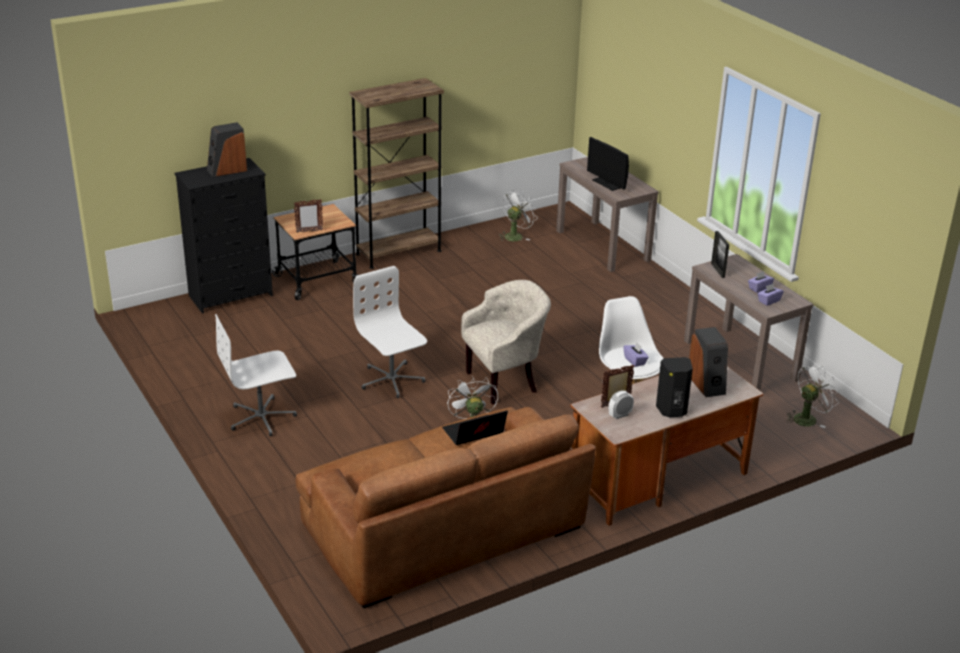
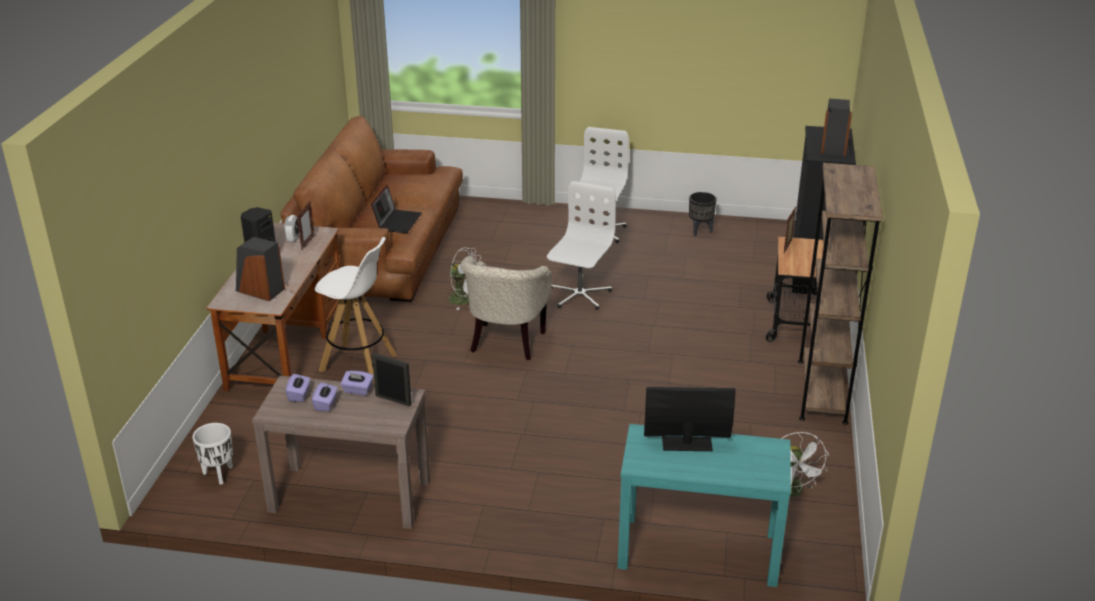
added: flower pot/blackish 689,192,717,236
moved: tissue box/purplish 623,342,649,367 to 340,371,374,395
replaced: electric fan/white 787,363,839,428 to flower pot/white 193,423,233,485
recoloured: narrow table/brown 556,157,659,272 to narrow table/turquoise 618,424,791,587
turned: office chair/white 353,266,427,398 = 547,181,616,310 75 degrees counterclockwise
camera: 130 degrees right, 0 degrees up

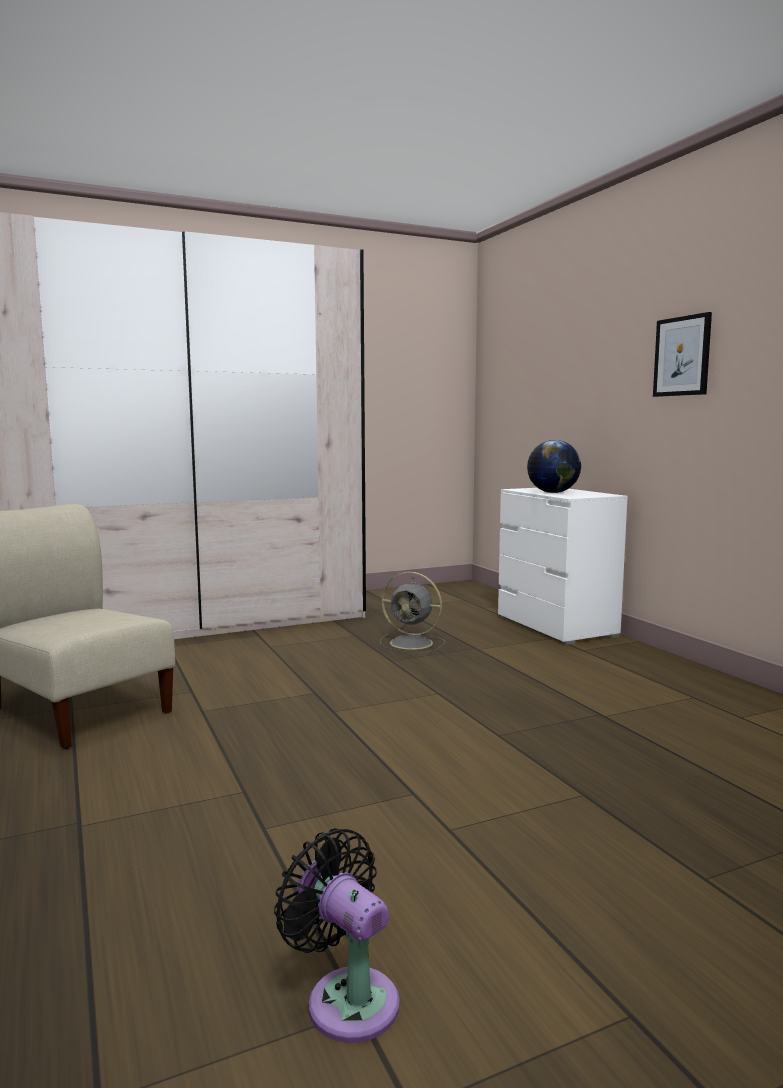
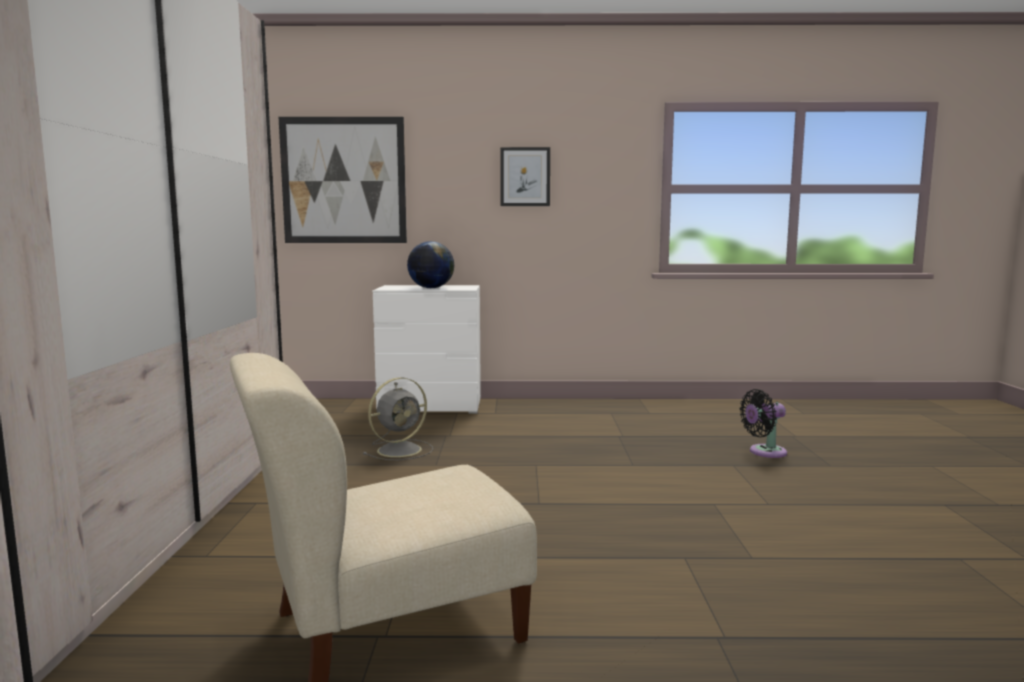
added: wall art 279,117,407,243
moved: electric fan/blackish 274,828,400,1043 to 740,389,787,458
camera: 65 degrees left, 0 degrees up

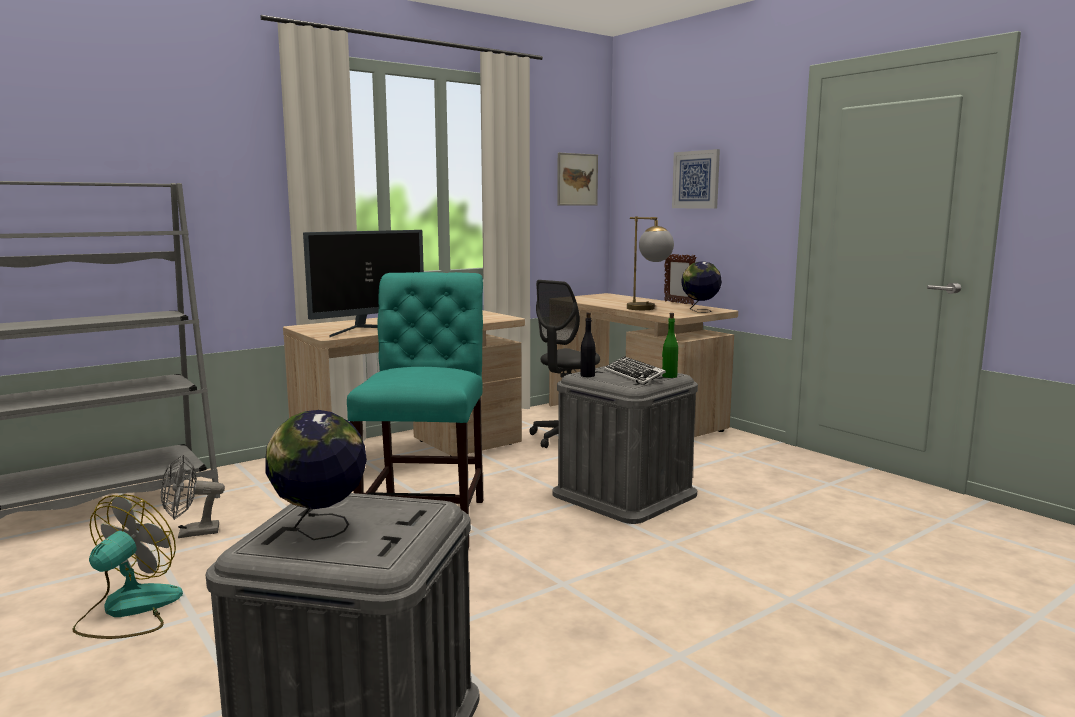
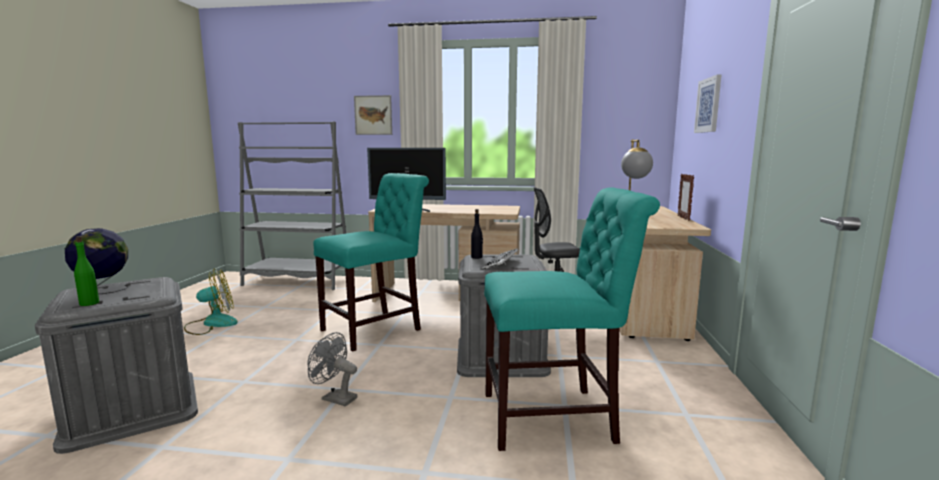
removed: globe 682,262,722,313
added: chair/turquoise 484,187,660,451
moved: electric fan/grey 161,455,225,538 to 307,332,357,406; wall art 557,153,598,205 to 354,95,392,135; drink bottle/green-coloured 662,313,678,378 to 74,236,99,306
camera: 45 degrees right, 0 degrees up

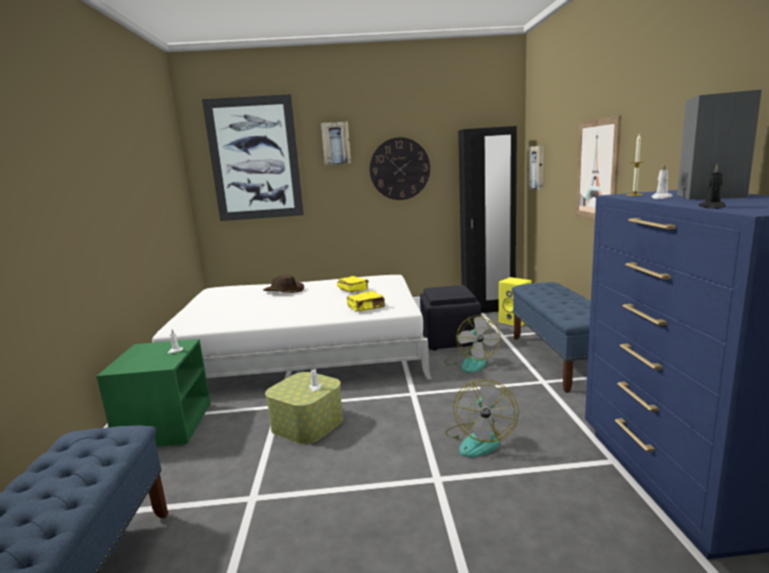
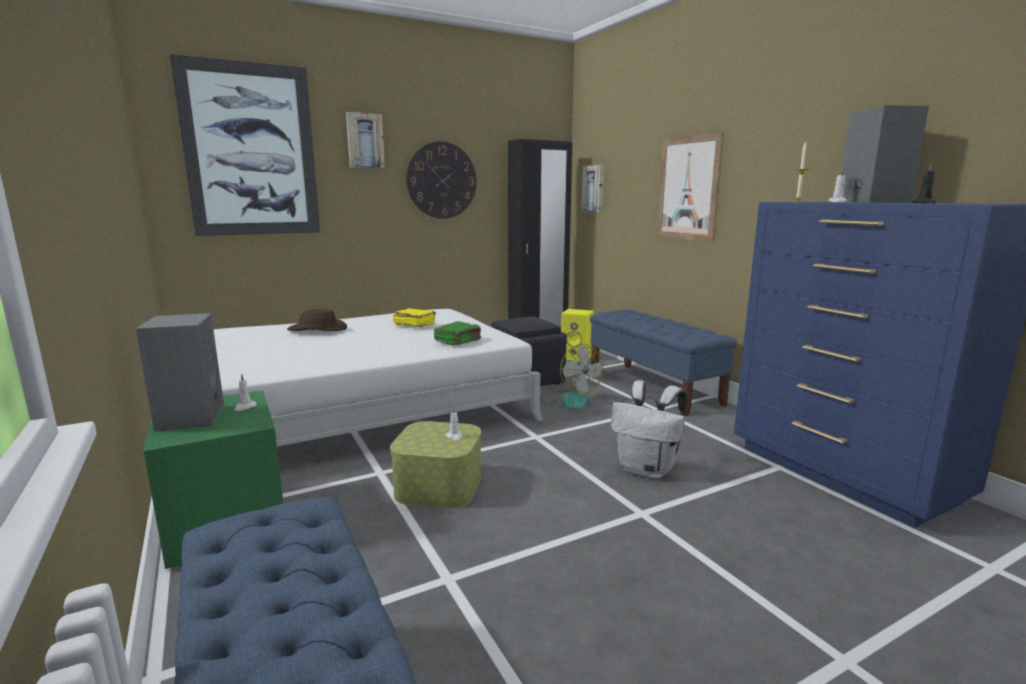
added: loudspeaker/grey 136,313,224,432
replaced: electric fan 445,379,519,458 to backpack/white 611,380,687,479
recoloured: bound book/yellow-coloured 347,291,385,312 to bound book/green-coloured 434,321,481,345
camera: 25 degrees left, 0 degrees up

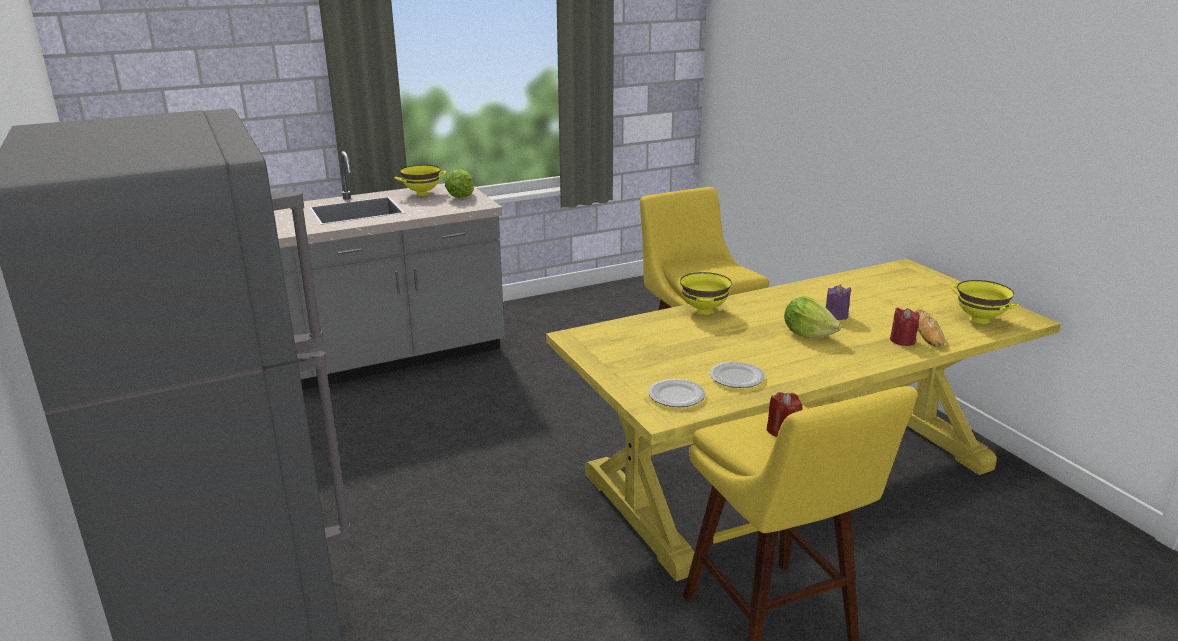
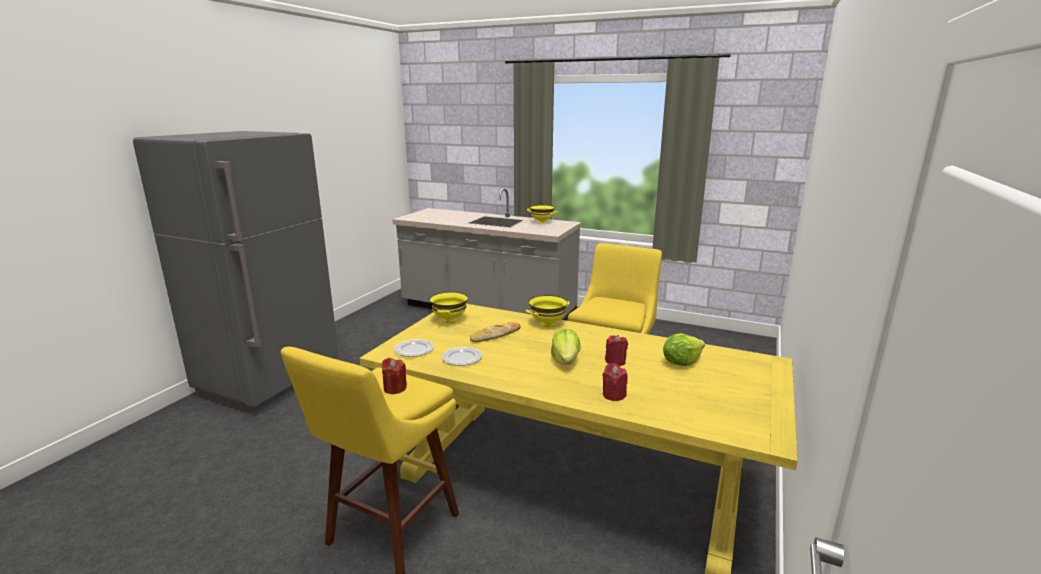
moved: lettuce 445,170,474,198 to 663,333,705,366; baked bread 915,310,945,347 to 470,322,521,342; deep dish/yellow-coloured 951,280,1019,324 to 429,292,468,323
recoloured: wax candle/purplish 826,284,852,320 to wax candle/red-coloured 605,335,628,366
camera: 50 degrees right, 5 degrees down

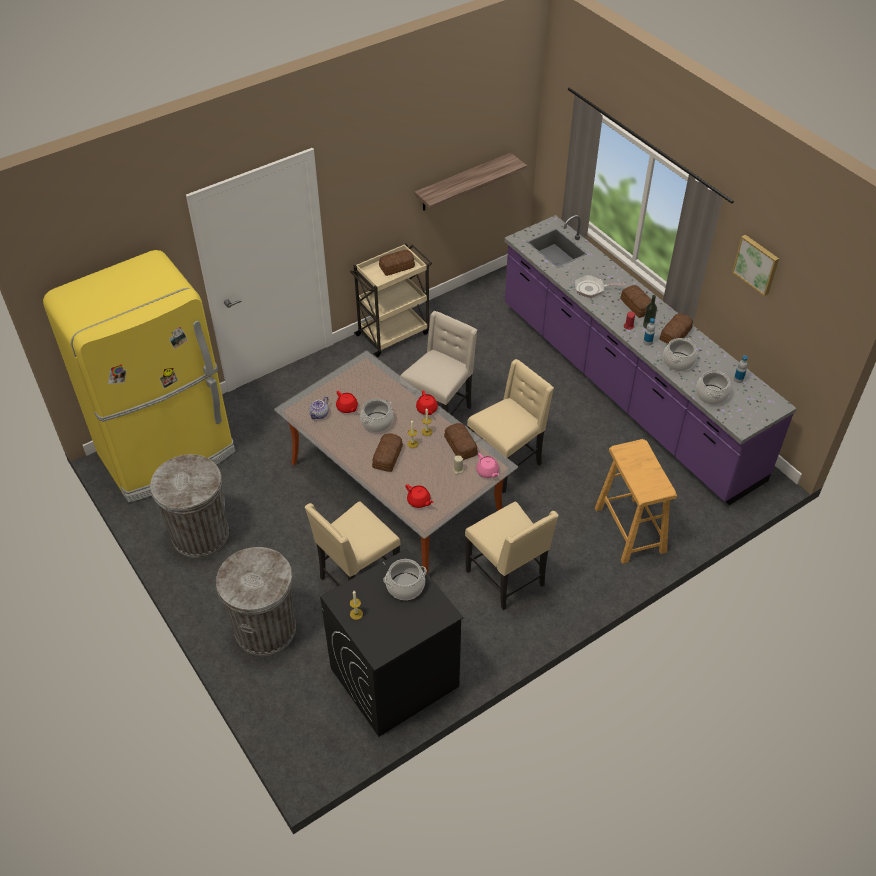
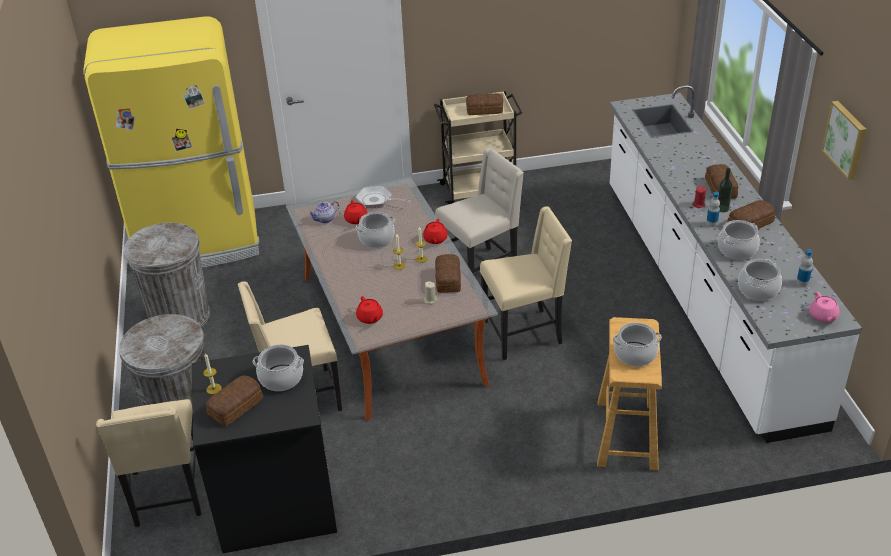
removed: bracket shelf 414,153,527,211
added: cooking pot 613,323,662,367
moved: baked bread 372,434,403,472 to 206,376,263,426; chair/sand-coloured 465,501,559,610 to 96,399,201,527; pot for tea/pinkish 476,453,499,478 to 809,292,839,323; skillet 575,275,626,298 to 355,186,411,208
recoloured: counter/purplish 504,215,797,505 to counter/white 610,85,862,443
camera: 25 degrees right, 10 degrees down

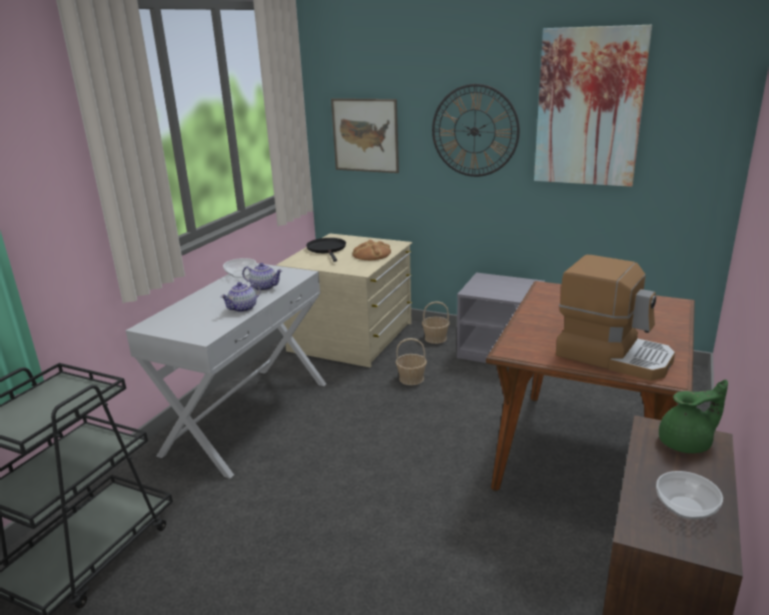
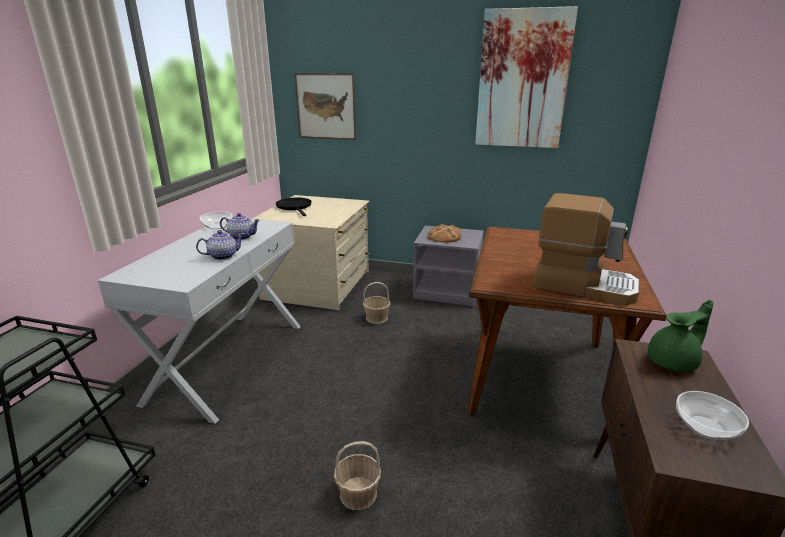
removed: clock on the wall 432,84,520,177
moved: baked bread 353,240,391,260 to 427,224,461,243; basket 422,301,450,344 to 334,441,381,510
turned: pot for tea 220,282,261,312 = 196,230,245,260 150 degrees counterclockwise
camera: 10 degrees left, 0 degrees up

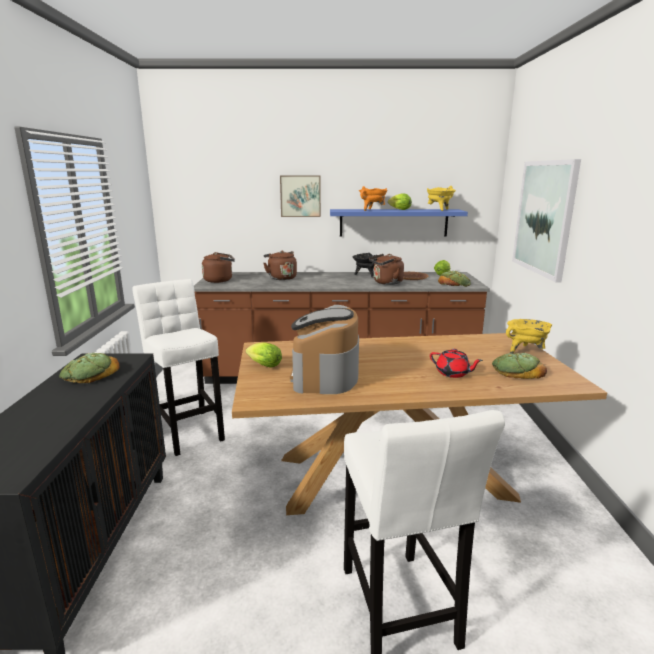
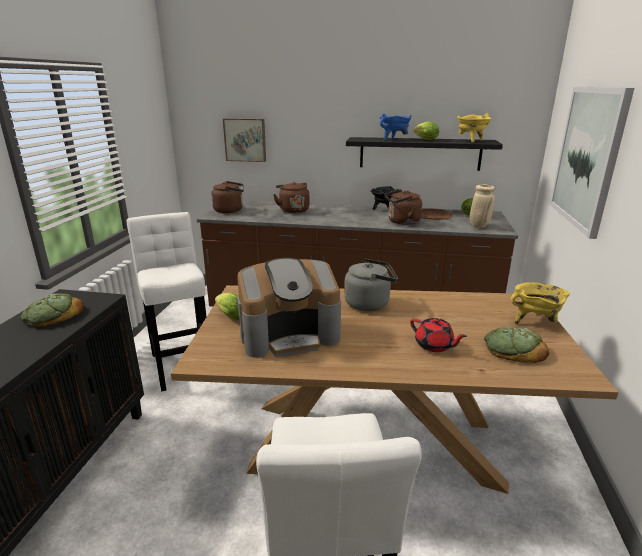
added: tea kettle/grey 344,259,398,311
moved: wall art 280,176,321,217 to 223,118,266,162
replaced: baked bread 438,271,471,287 to flower vase/sand-coloured 470,185,495,228
recoloured: bracket shelf/blue-coloured 330,209,468,236 to bracket shelf/blackish 346,137,503,171; cooking pot/orange 359,186,388,211 to cooking pot/blue-coloured 380,113,411,141
turned: coffee machine 290,305,359,394 = 237,258,341,358 120 degrees counterclockwise
camera: 10 degrees right, 5 degrees up

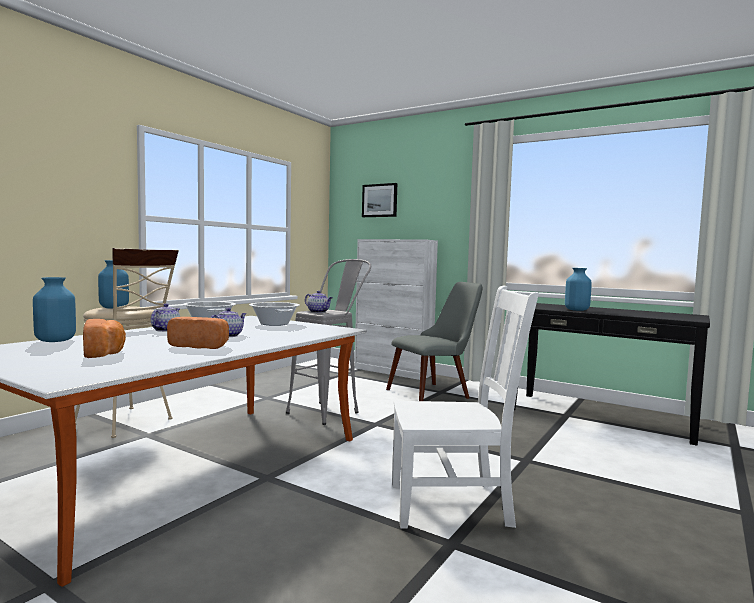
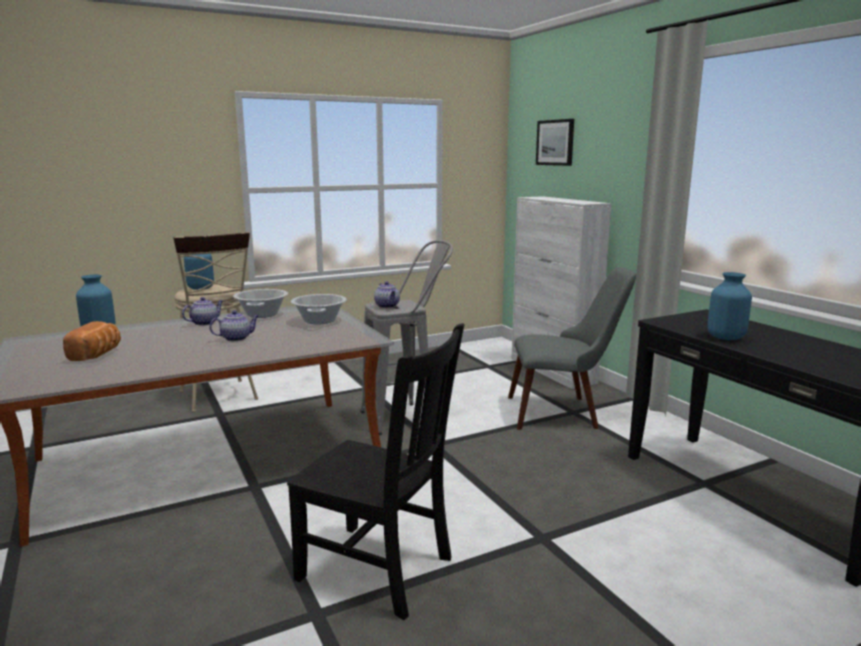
removed: baked bread 167,317,229,349
recoloured: chair/white 392,286,539,529 to chair/blackish 287,323,465,620
camera: 30 degrees right, 10 degrees up

